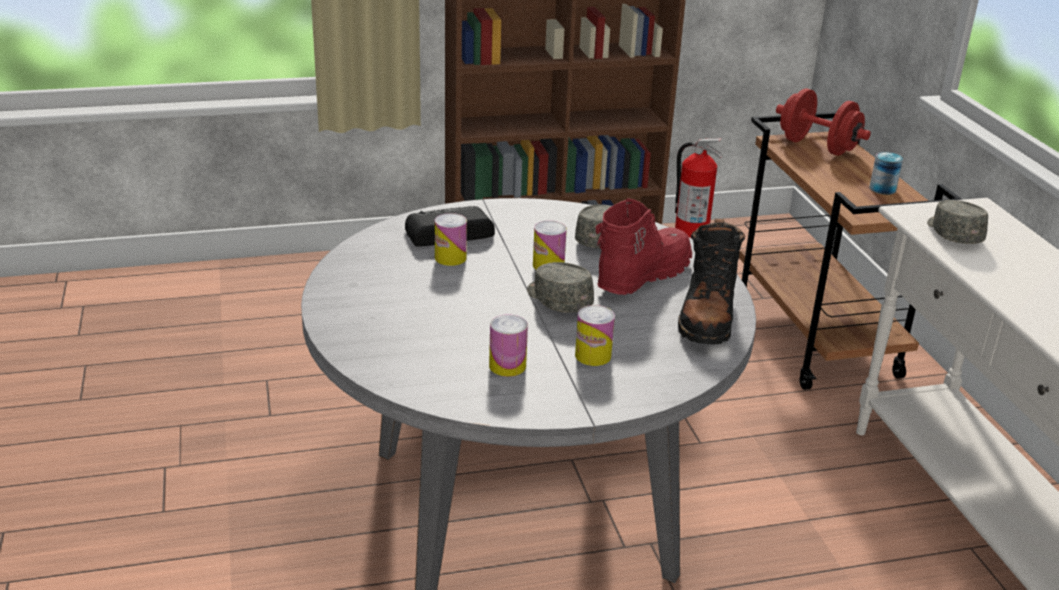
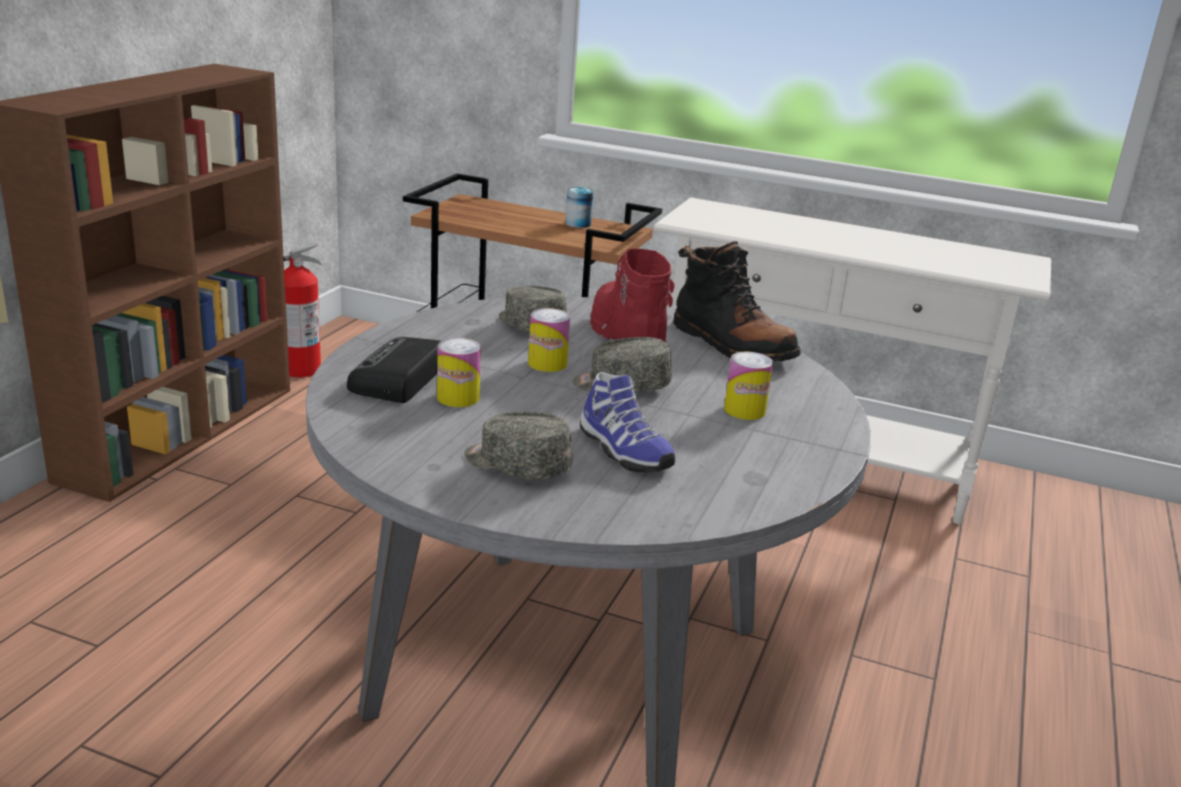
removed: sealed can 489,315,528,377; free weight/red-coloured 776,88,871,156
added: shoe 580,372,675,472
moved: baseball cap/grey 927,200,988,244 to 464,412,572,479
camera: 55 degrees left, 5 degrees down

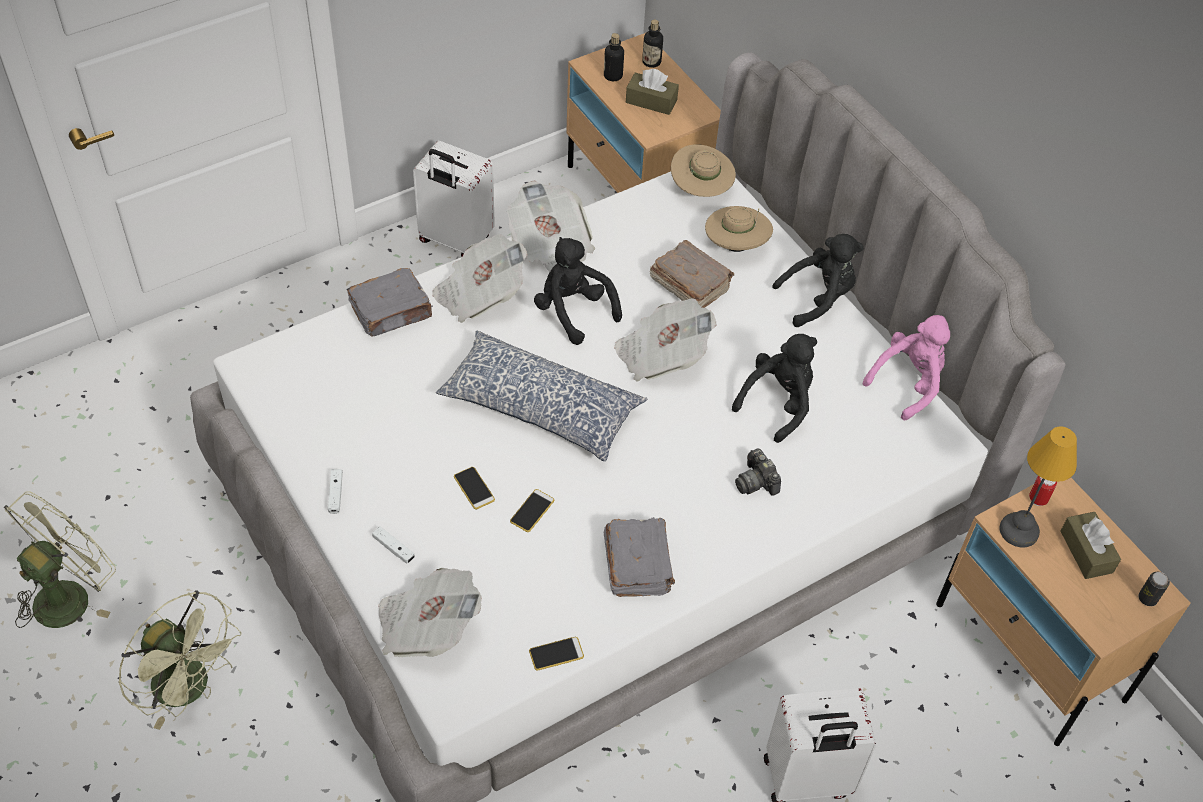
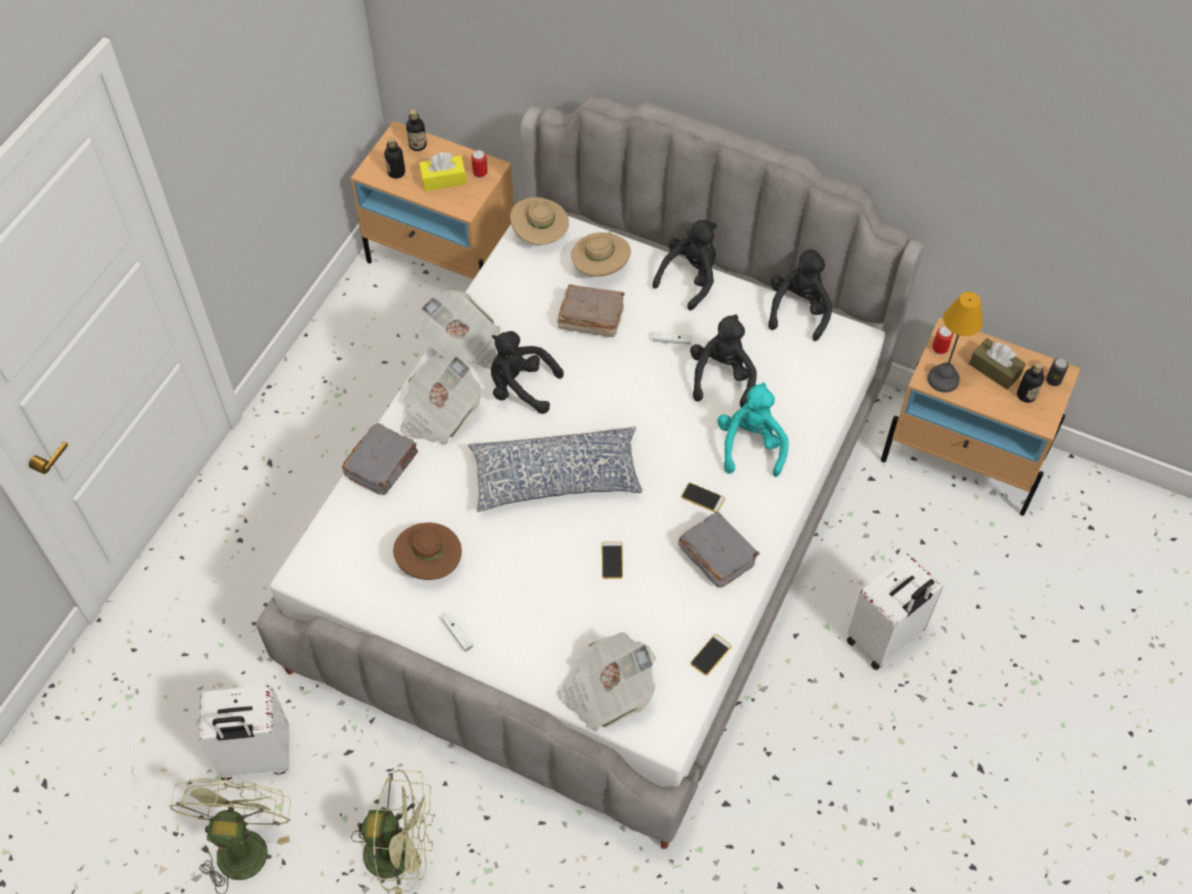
removed: printed paper 614,298,716,382
added: hat/brown 393,523,462,580; sealed can 471,150,488,178; drink bottle 1017,362,1044,403
moved: joypad/white 372,526,415,564 to 653,331,691,345; suitcase/white 413,141,495,257 to 198,685,289,780; telephone 454,467,495,509 to 681,483,725,512
replaced: still camera 735,449,781,495 to soft toy/turquoise 717,382,789,477
recoloured: tissue box/brown 626,69,679,115 to tissue box/yellow-coloured 419,152,466,191; soft toy/pinkish 863,315,950,420 to soft toy/blackish 768,250,832,341
camera: 30 degrees left, 5 degrees up

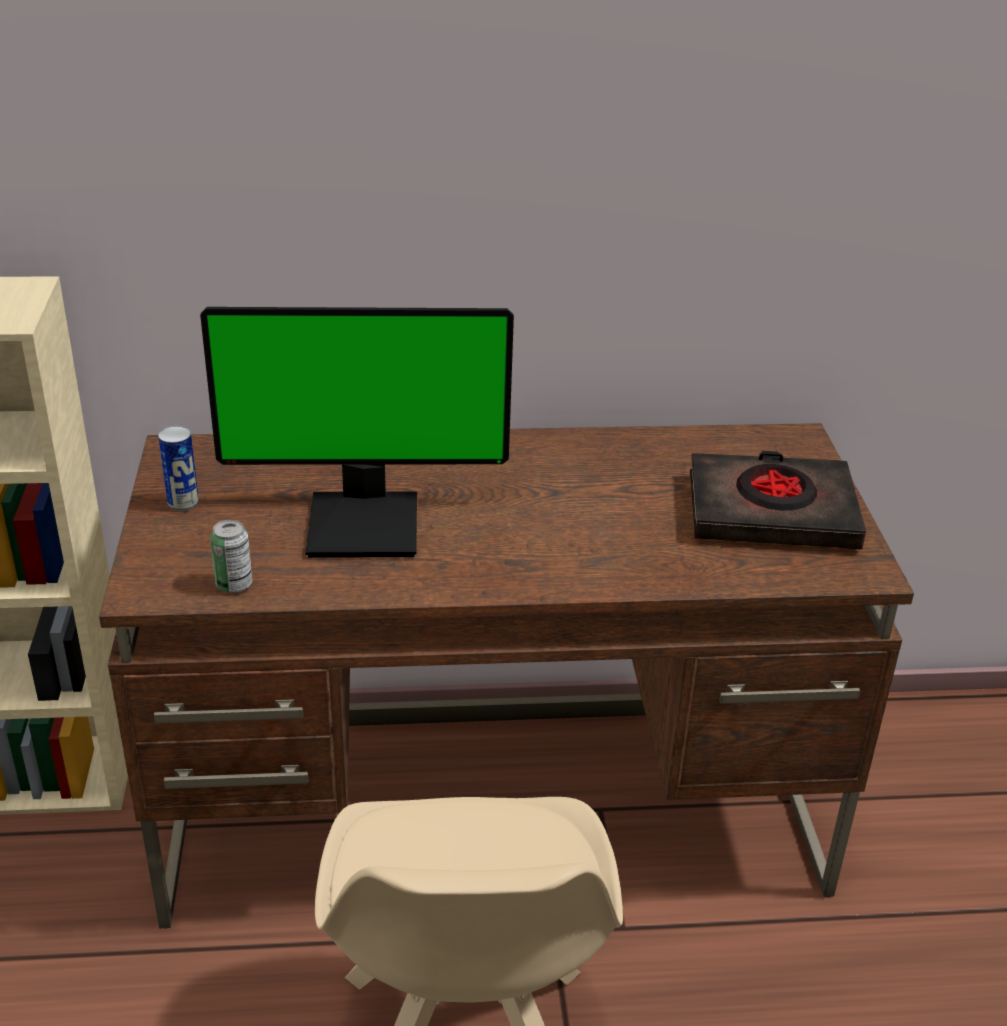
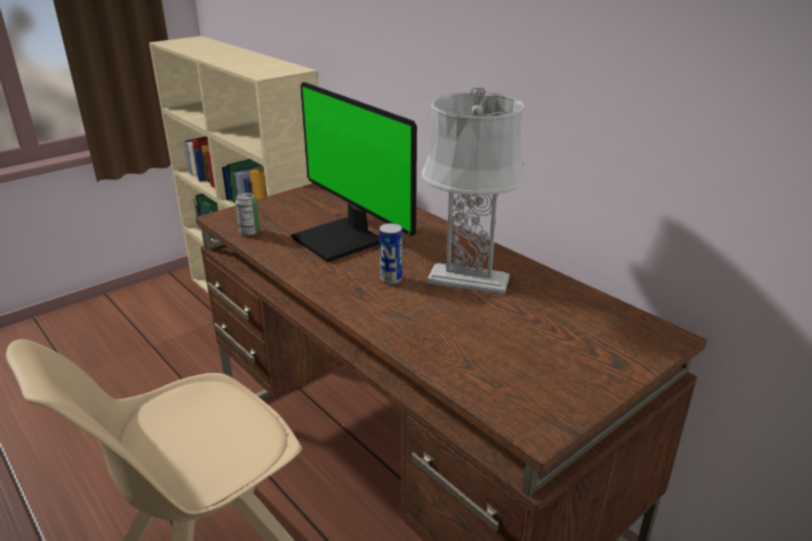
removed: bound book/blackish 690,451,866,549
added: lamp for a table/grey 421,87,527,295
moved: sealed can 158,426,199,511 to 379,223,402,285
camera: 55 degrees right, 5 degrees down

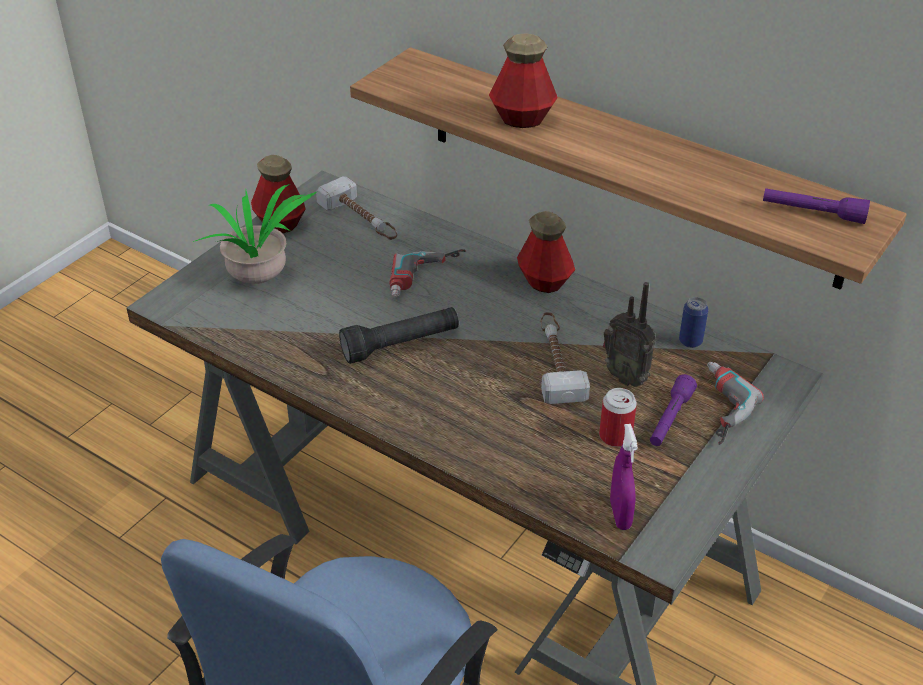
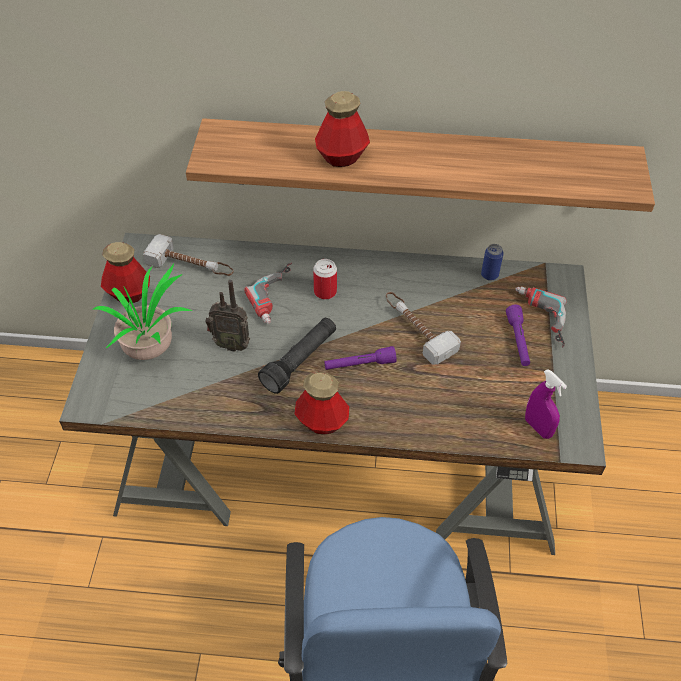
moved: drink bottle 517,211,575,293 to 295,372,349,435; sealed can 599,388,637,447 to 313,259,337,300; radio 603,282,655,387 to 206,280,250,352; torch/purplish 763,188,870,224 to 324,346,396,370
camera: 30 degrees left, 10 degrees up

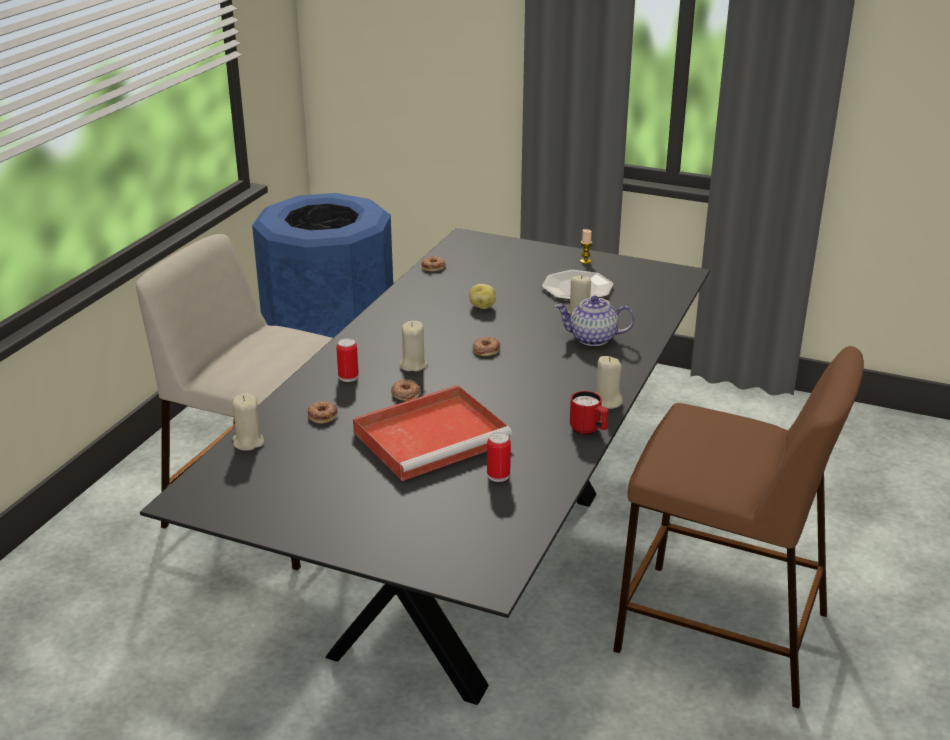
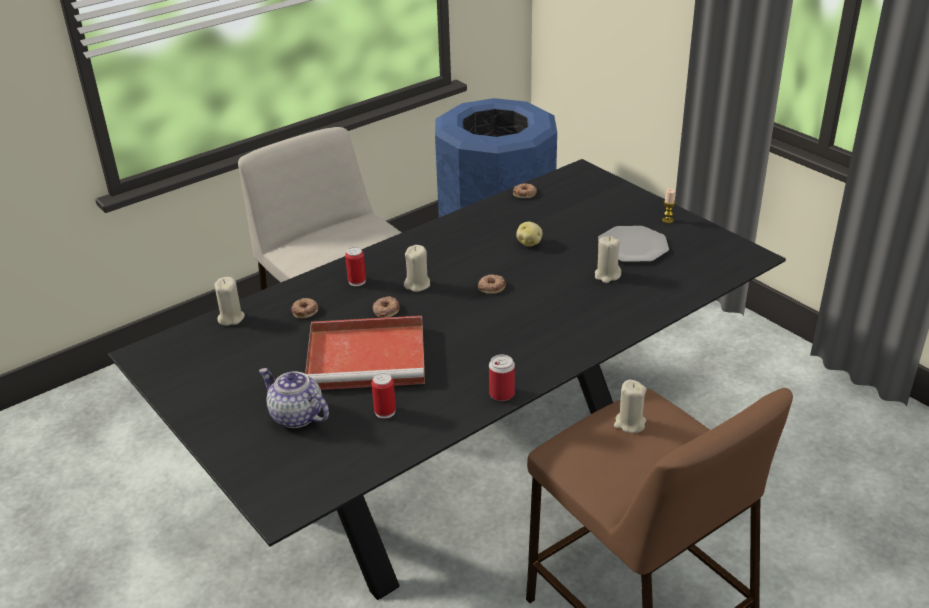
moved: pot for tea 555,296,635,346 to 259,368,329,428; wax candle/sand-coloured 596,356,623,409 to 614,380,647,433
replaced: tea mug/red-coloured 570,391,609,435 to sealed can 489,355,515,401
camera: 30 degrees right, 5 degrees up

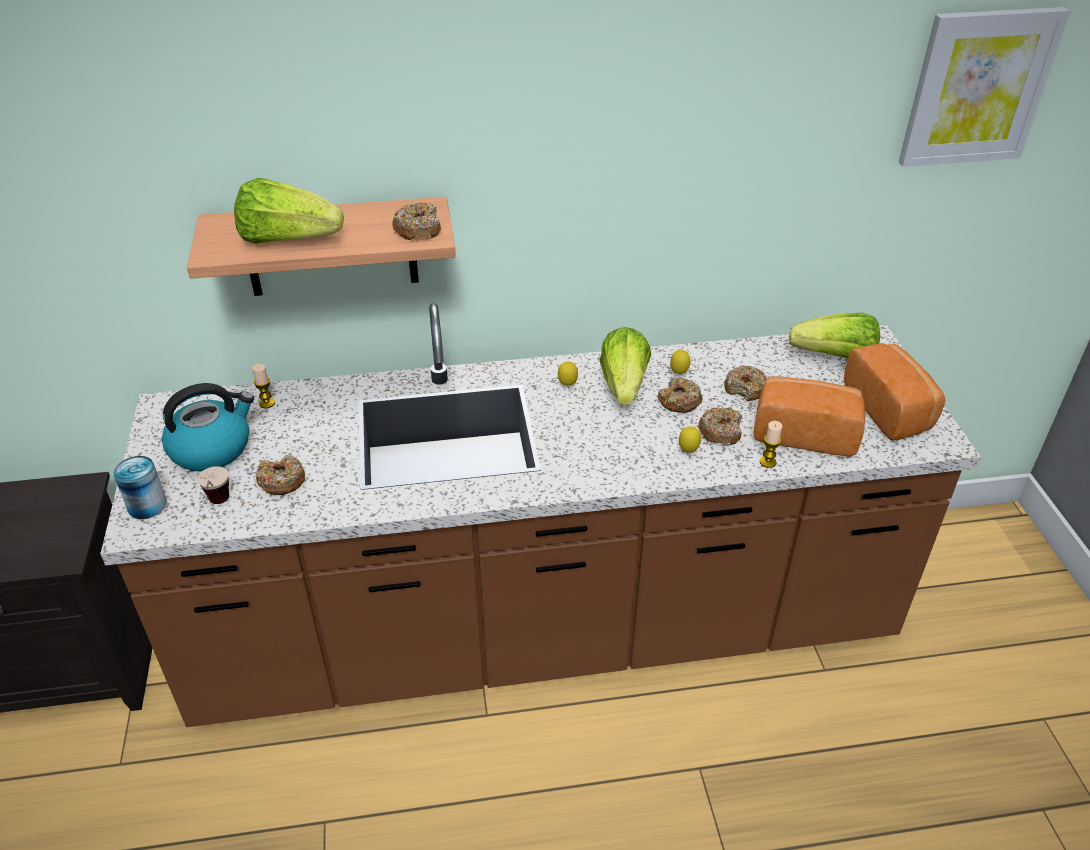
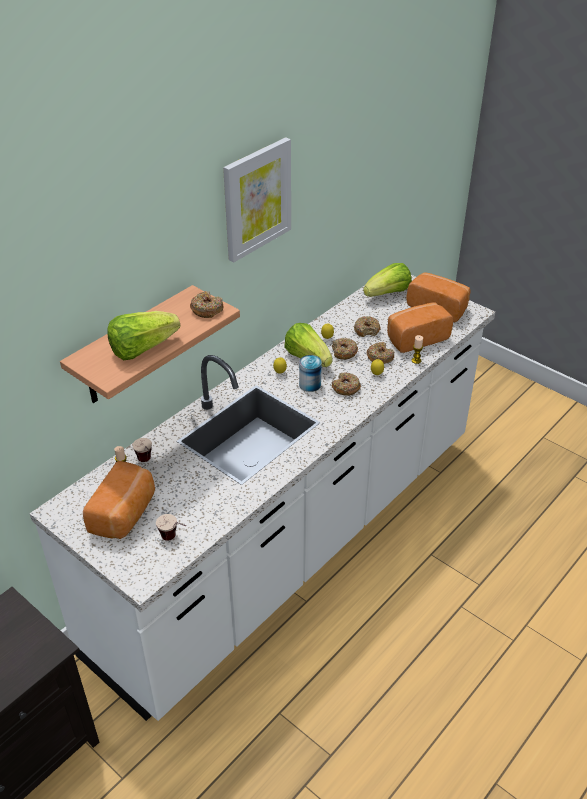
added: cup 132,438,152,462
moved: sealed can 113,456,167,519 to 299,355,322,392; doughnut 256,455,305,495 to 331,372,361,396; wall art 899,7,1070,167 to 223,137,291,262
replaced: tea kettle 162,383,254,472 to baked bread 83,461,155,539
recoloured: counter/brown 100,303,981,727 to counter/white 29,275,495,721
camera: 40 degrees left, 0 degrees up

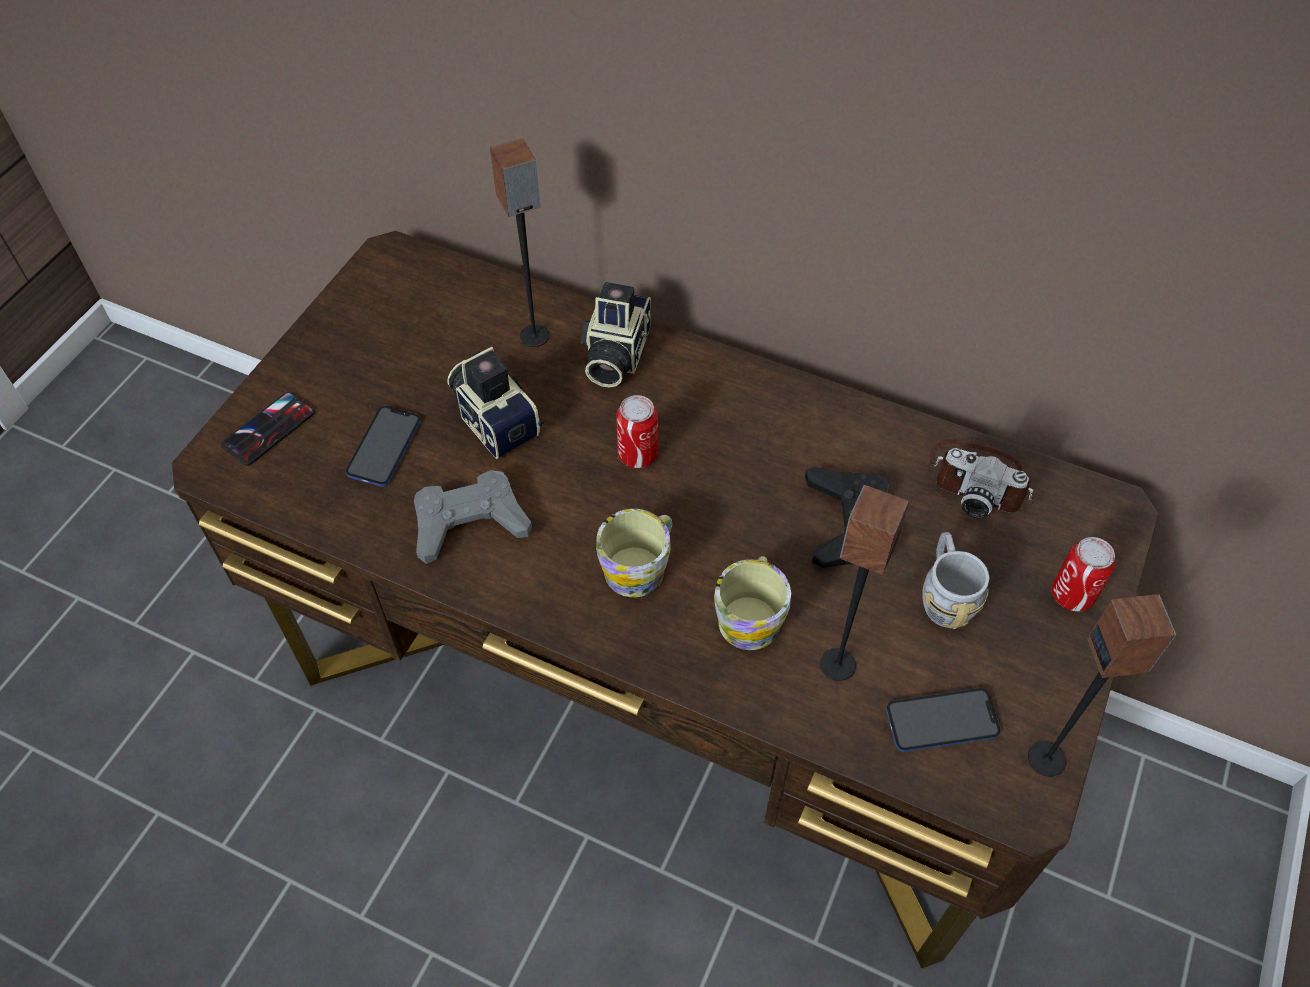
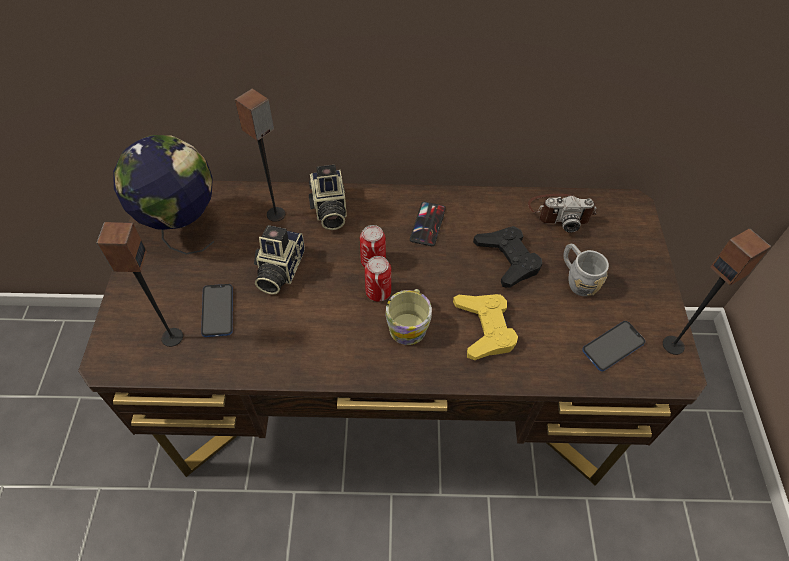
removed: joypad/grey 414,470,532,564
added: globe 113,135,214,254
moved: telephone 221,392,315,466 to 410,202,446,246; loudspeaker 820,485,909,681 to 96,222,183,347; sealed can 1052,537,1116,611 to 365,256,391,302
replaced: tea mug 714,556,791,650 to joypad/yellow-coloured 453,294,518,360
turned: still camera 447,347,544,459 = 254,225,305,294 105 degrees counterclockwise
camera: 25 degrees left, 0 degrees up

